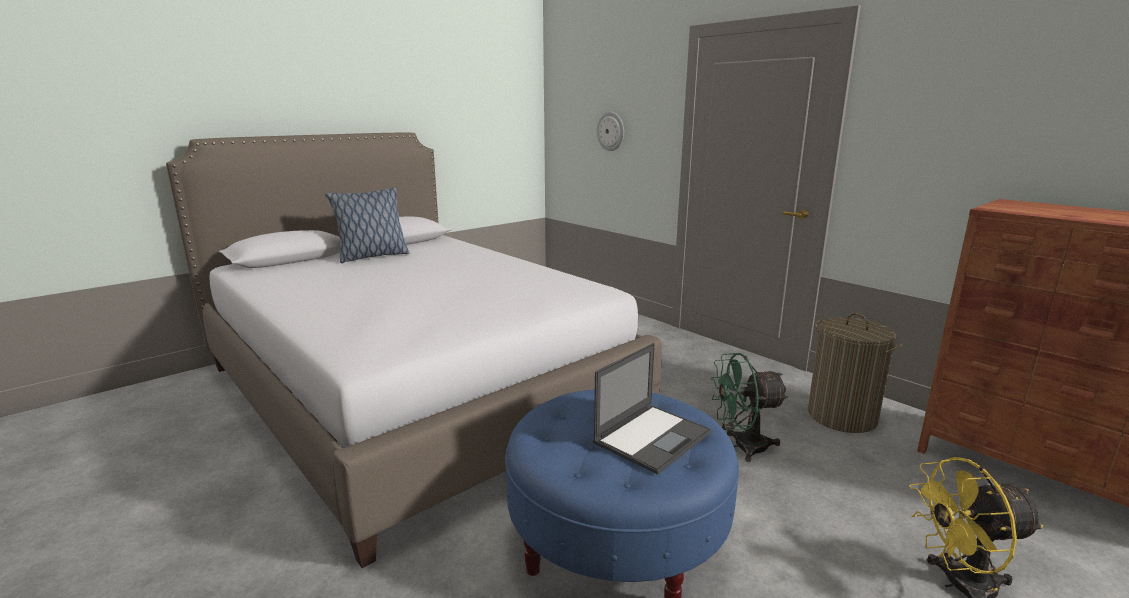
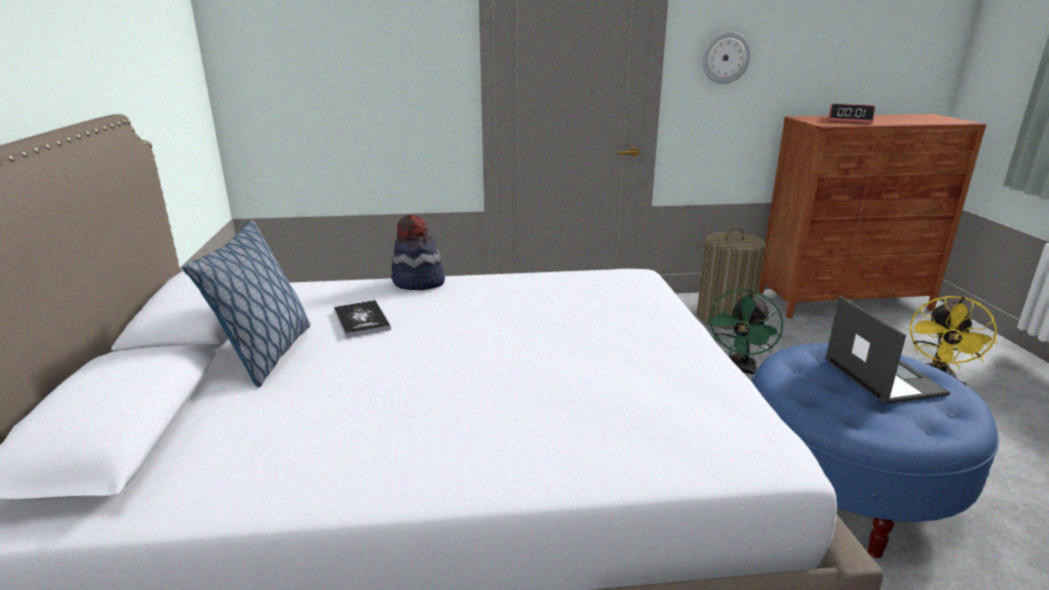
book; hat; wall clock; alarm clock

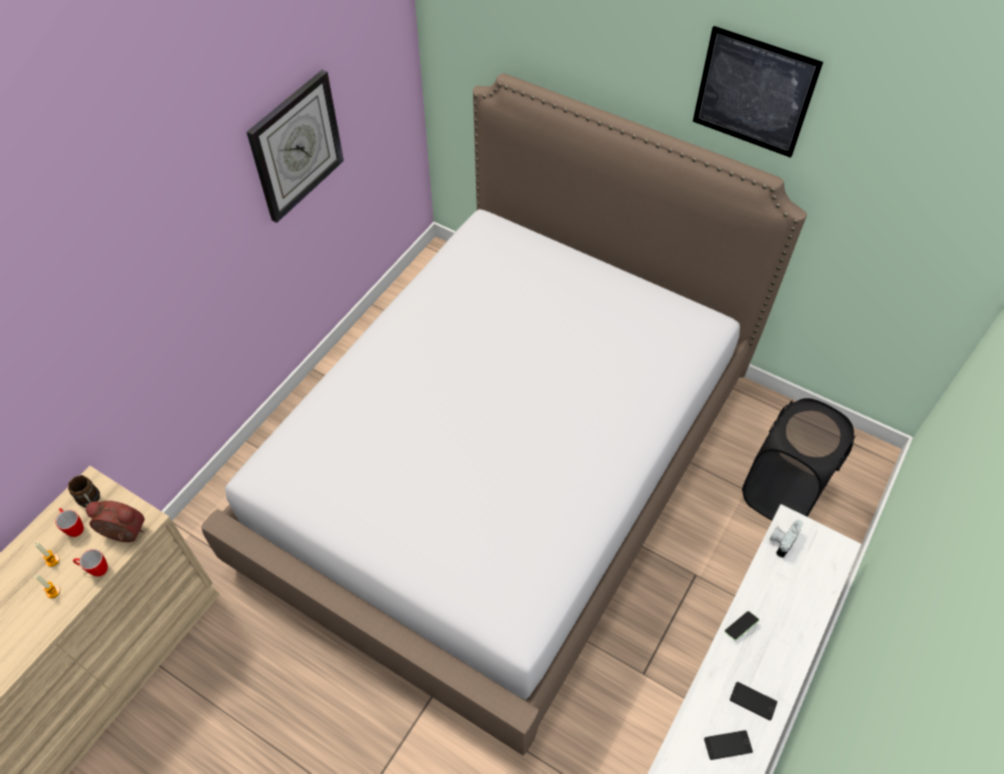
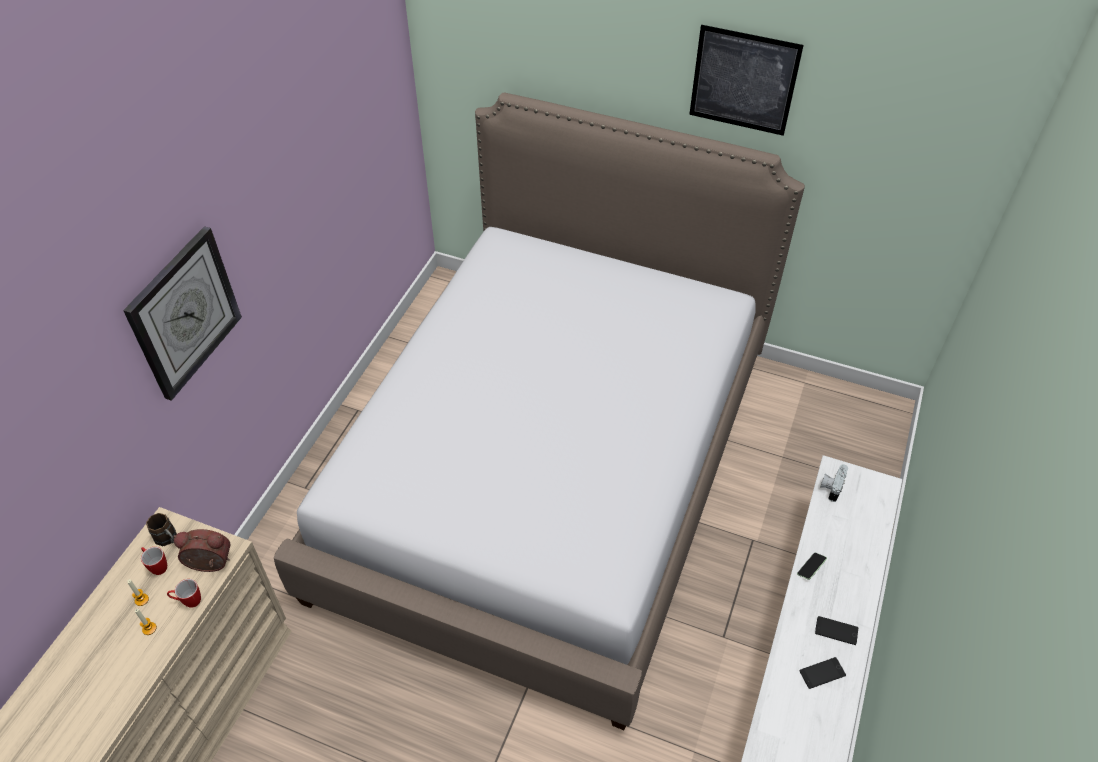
wall clock; laundry basket in black

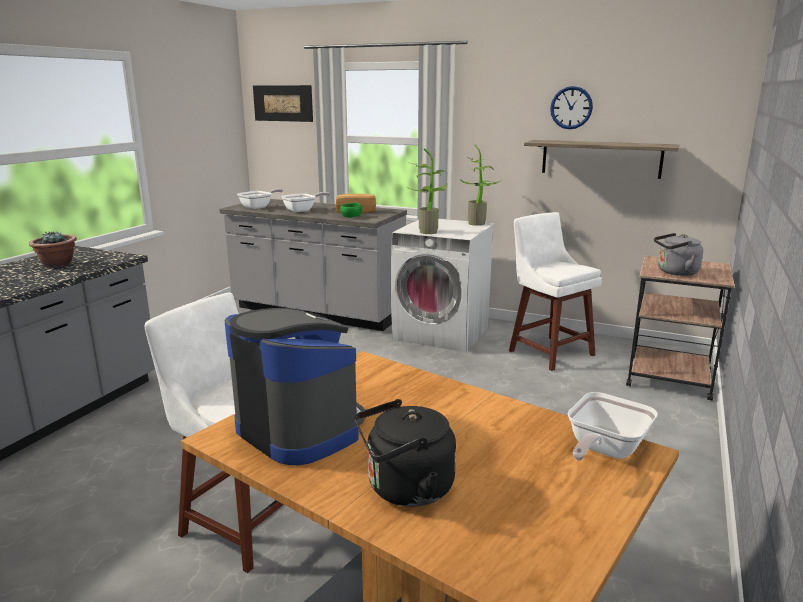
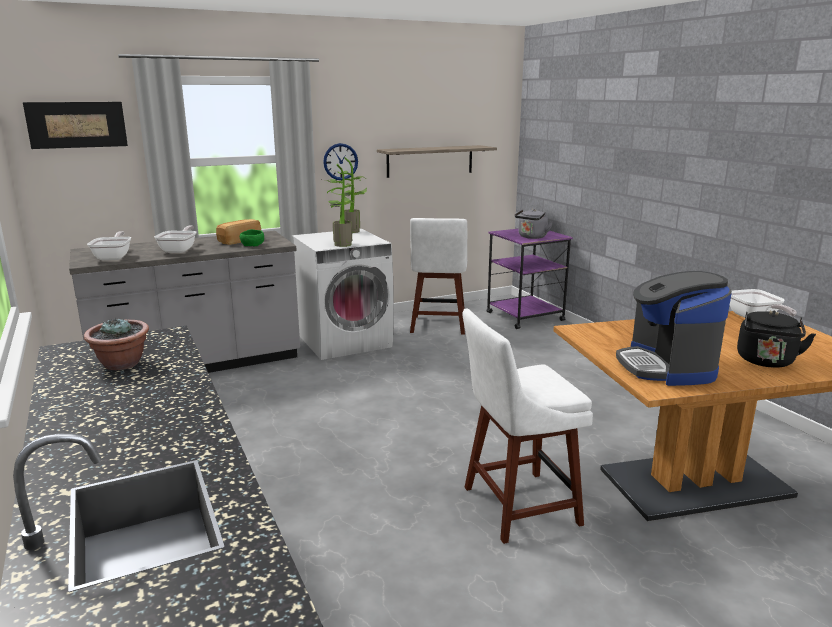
wall clock; chair in white (1st from left); cart in purple; coffee machine

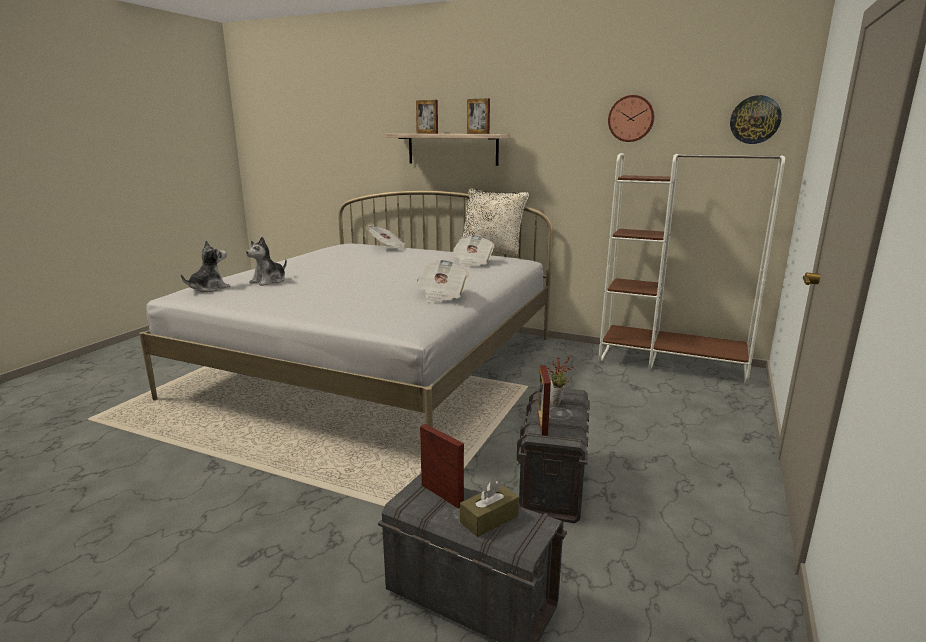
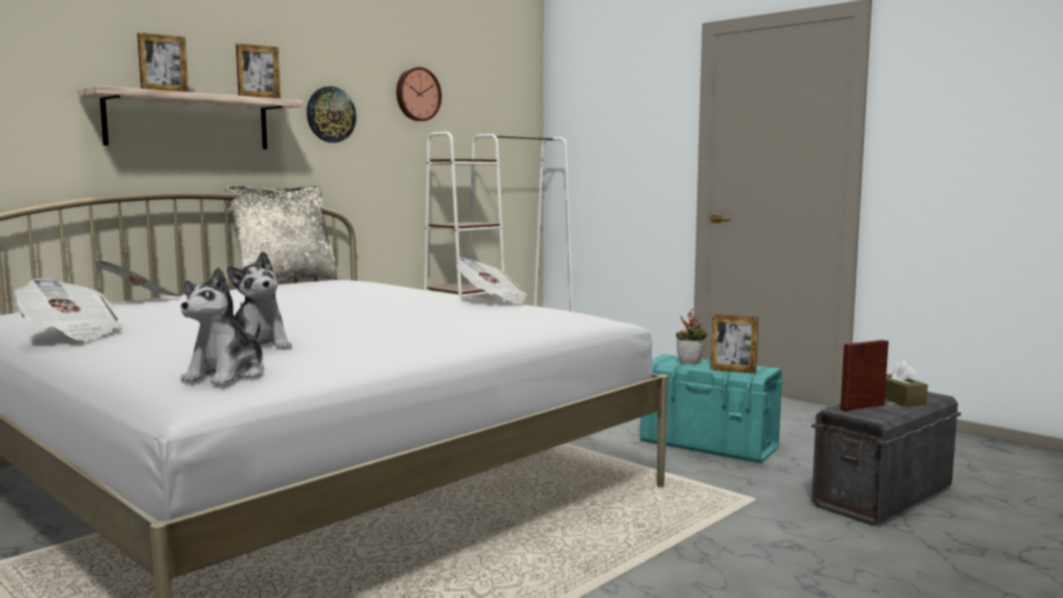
newspaper (1st from left); plush toy (1st from left); wall clock (1st from left); storage box in turquoise

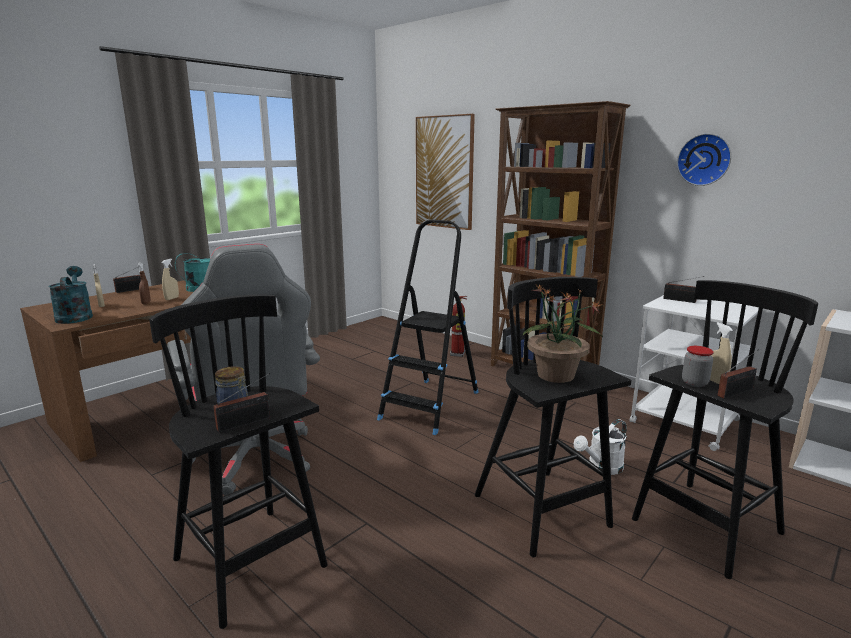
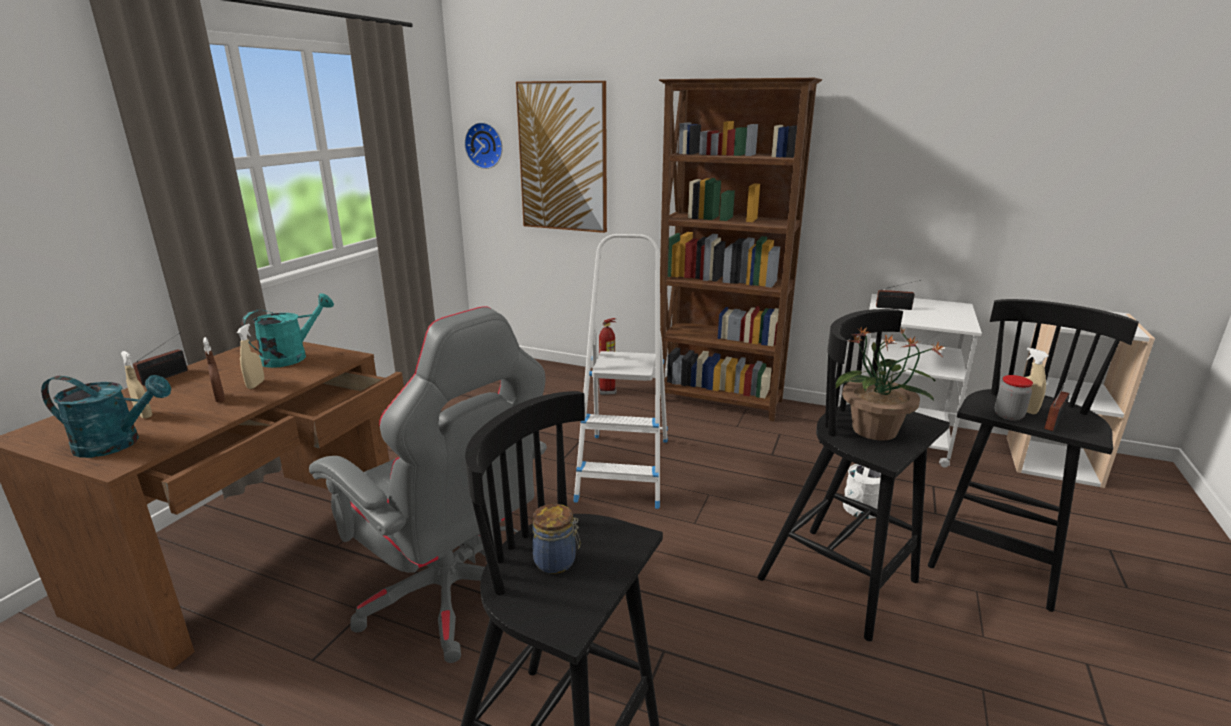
watering can in turquoise (1st from left); wall clock; step ladder in white; radio (2nd from left in the first image)

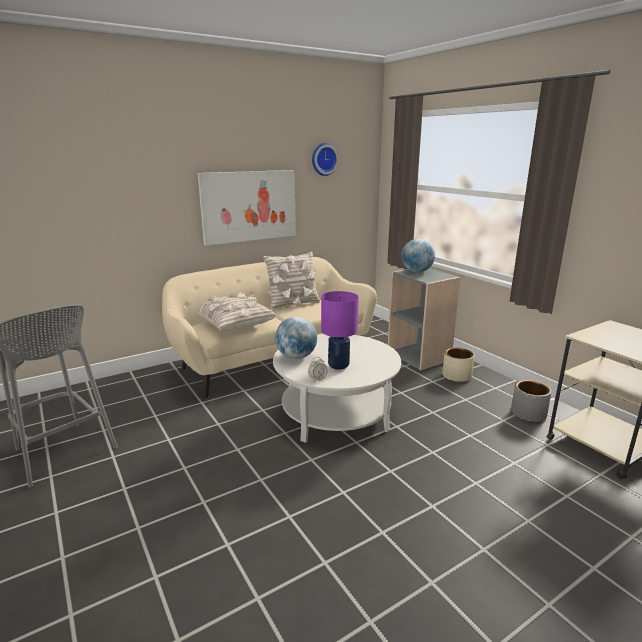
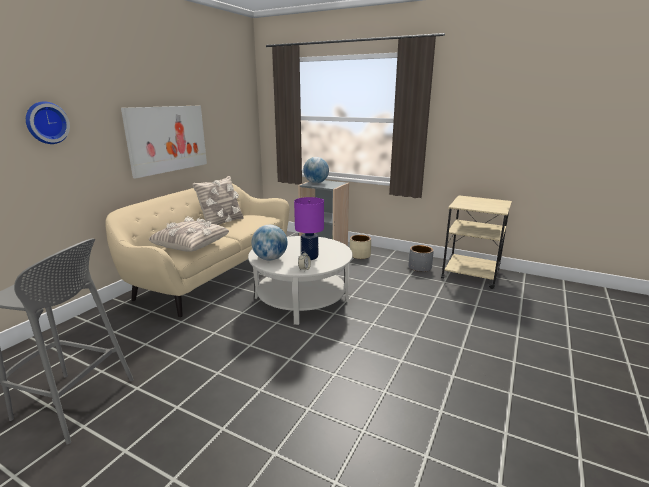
wall clock

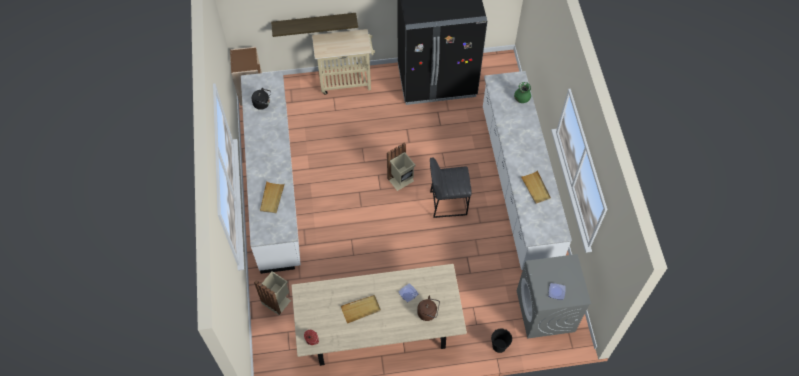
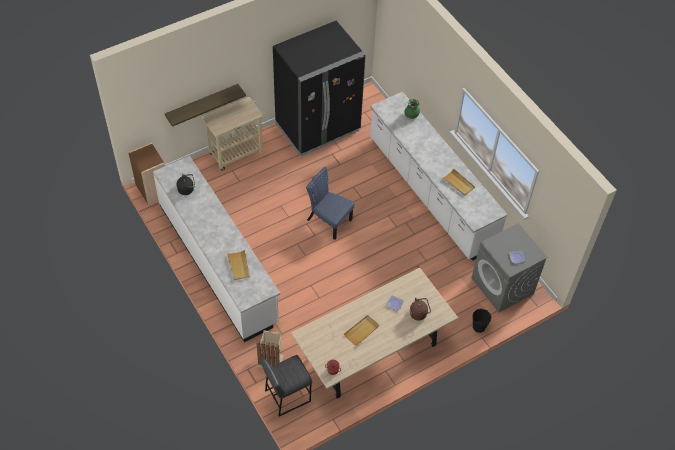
stool in grey; chair in blue

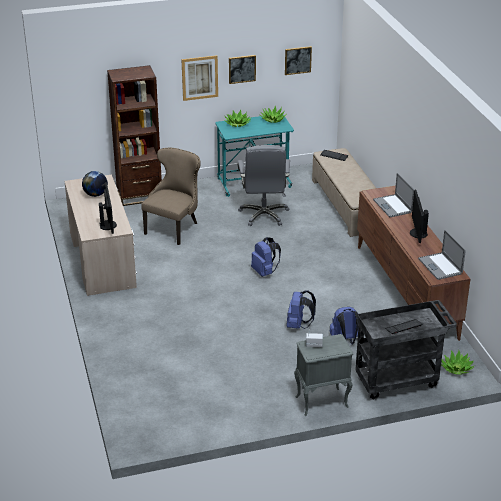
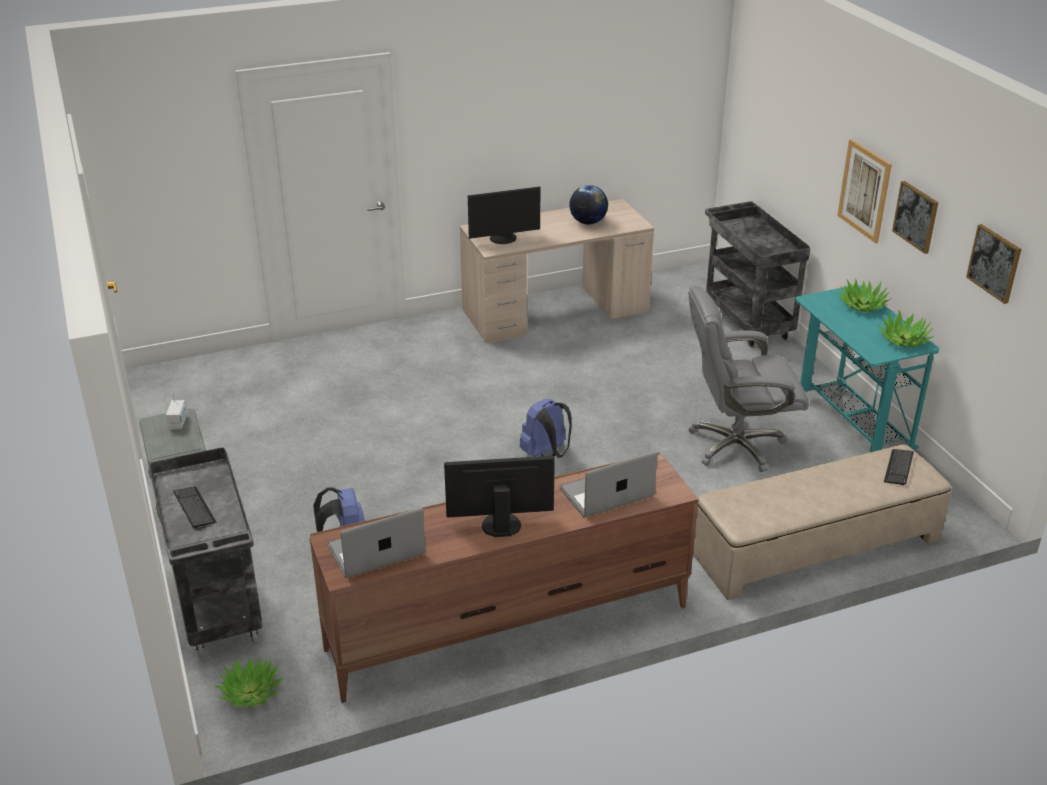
cart in black (2nd from left); chair in beige; backpack in blue (2nd from left in the first image)

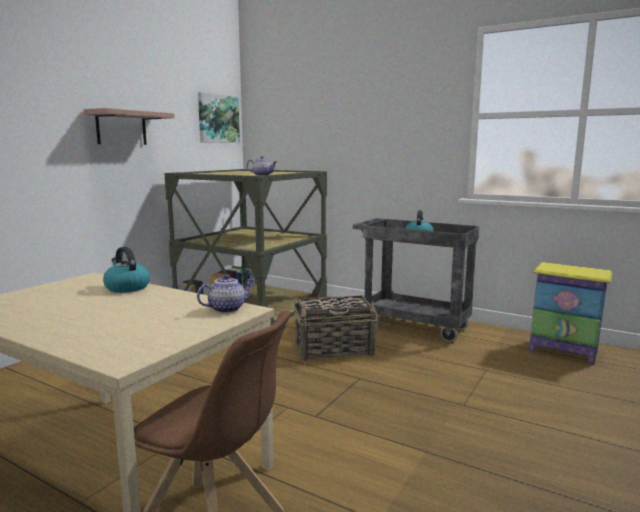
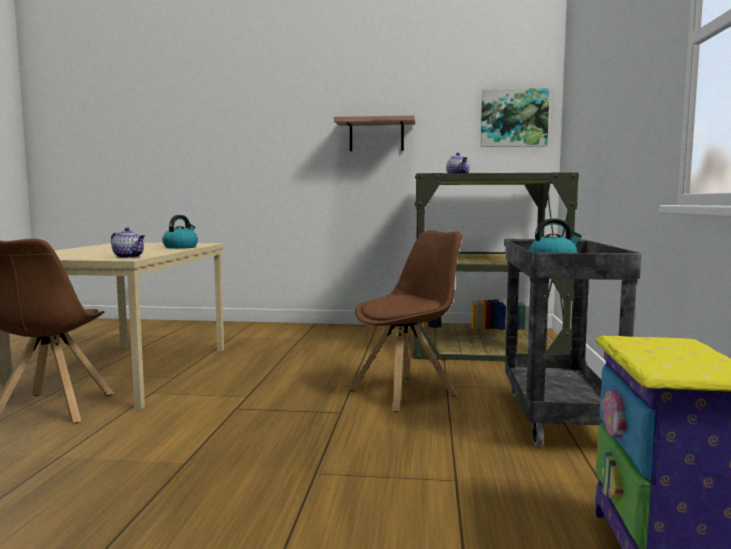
chair in brown (2nd from left)

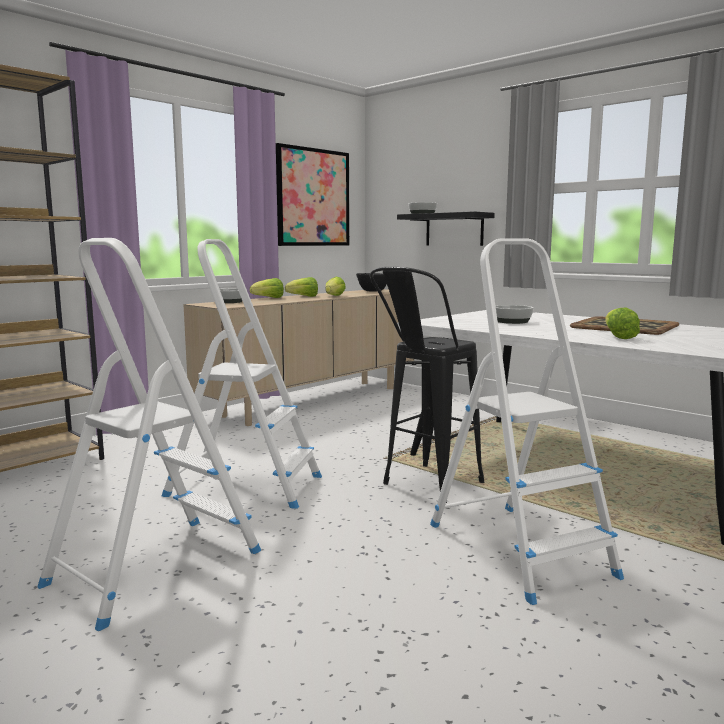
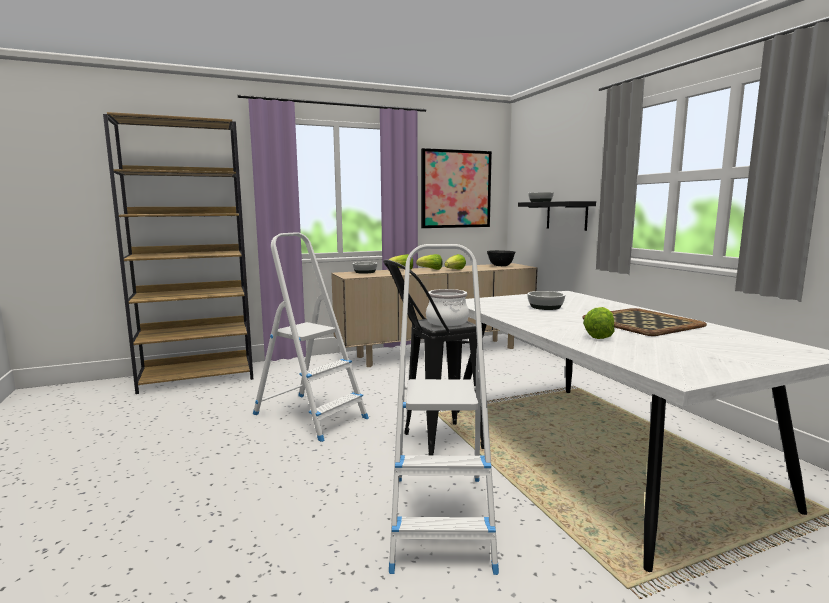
cooking pot; step ladder in white (1st from left in the first image)

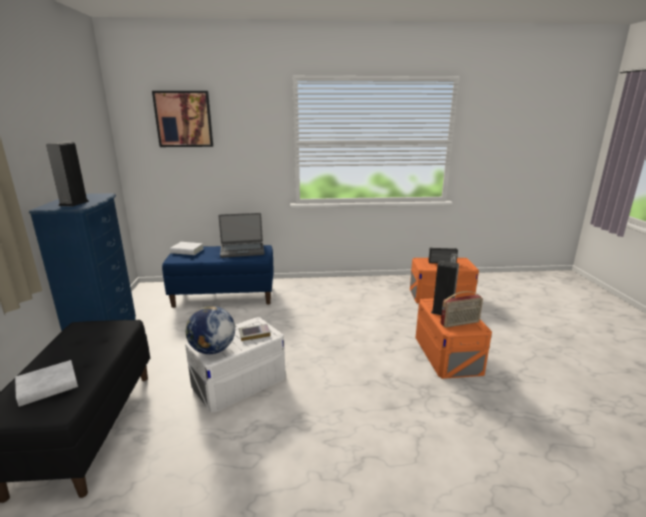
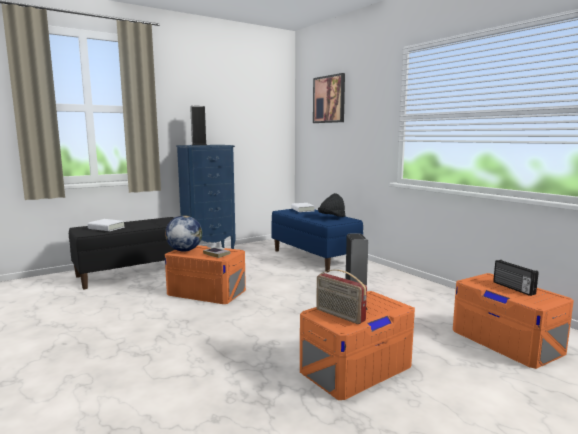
storage box in orange (1st from left); hat in black

